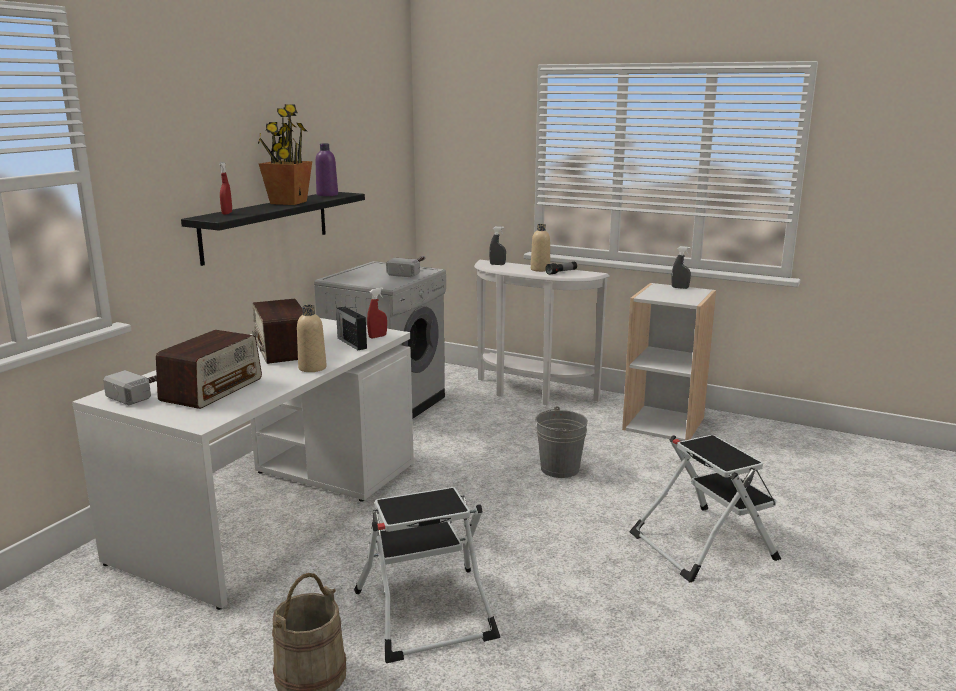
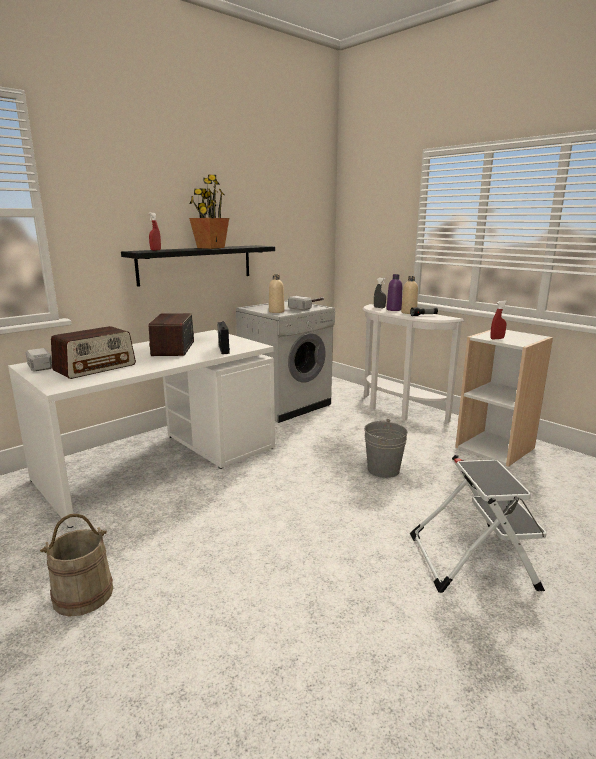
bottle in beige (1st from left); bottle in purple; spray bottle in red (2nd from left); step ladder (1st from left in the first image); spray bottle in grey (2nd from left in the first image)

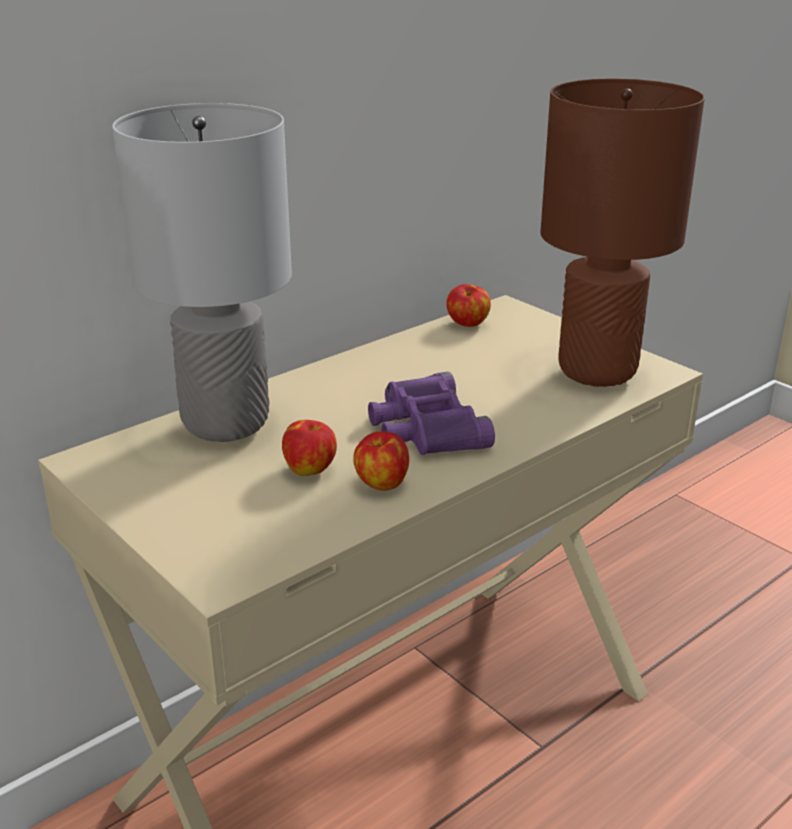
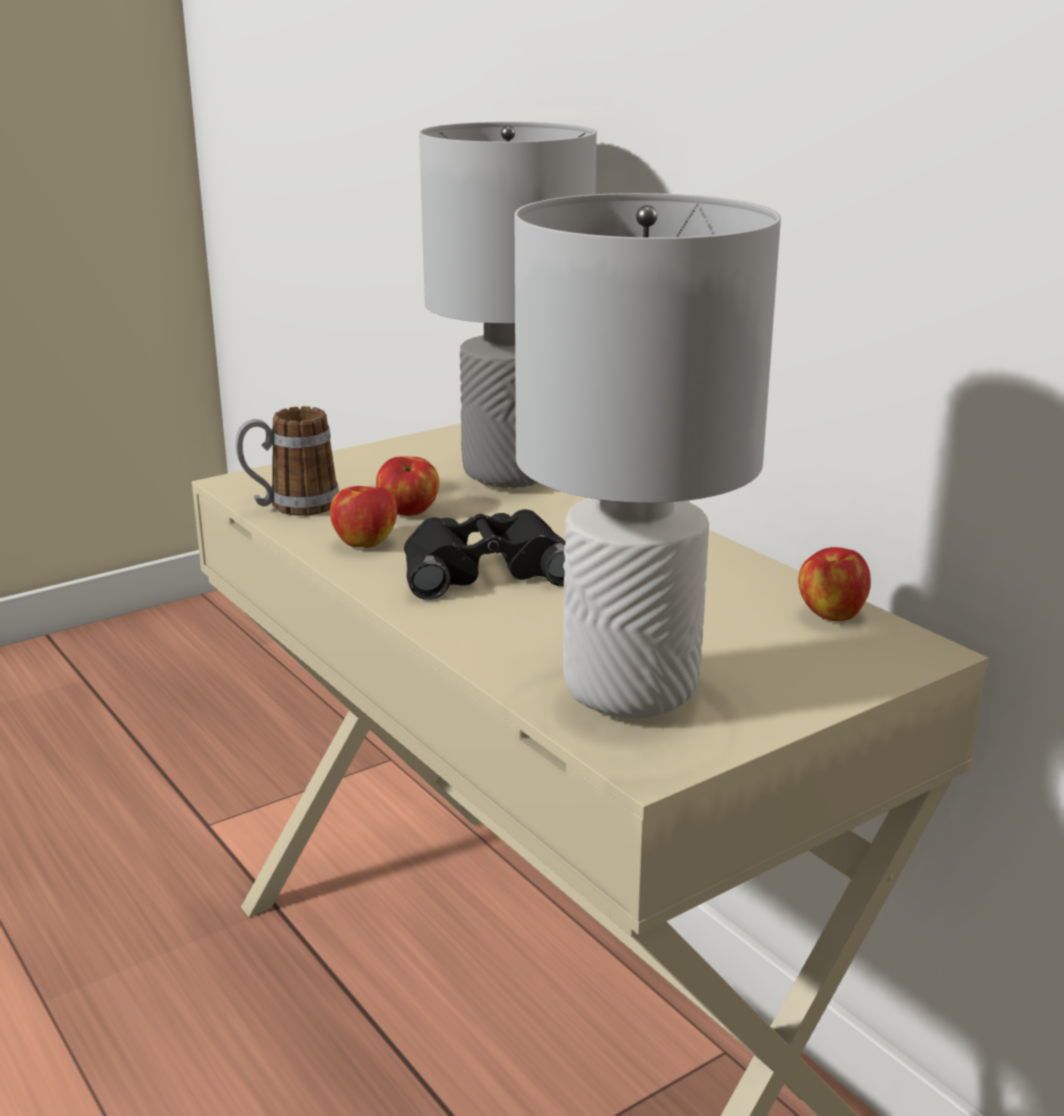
mug; binoculars in black; table lamp in grey (2nd from left)

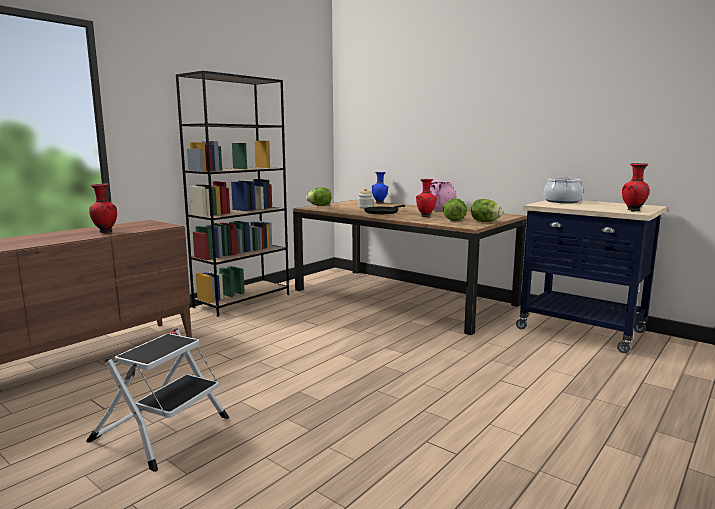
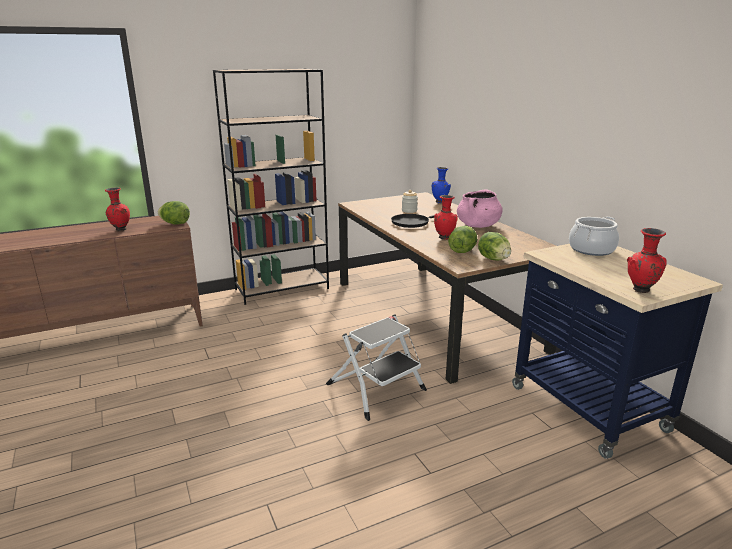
lettuce (1st from left); step ladder

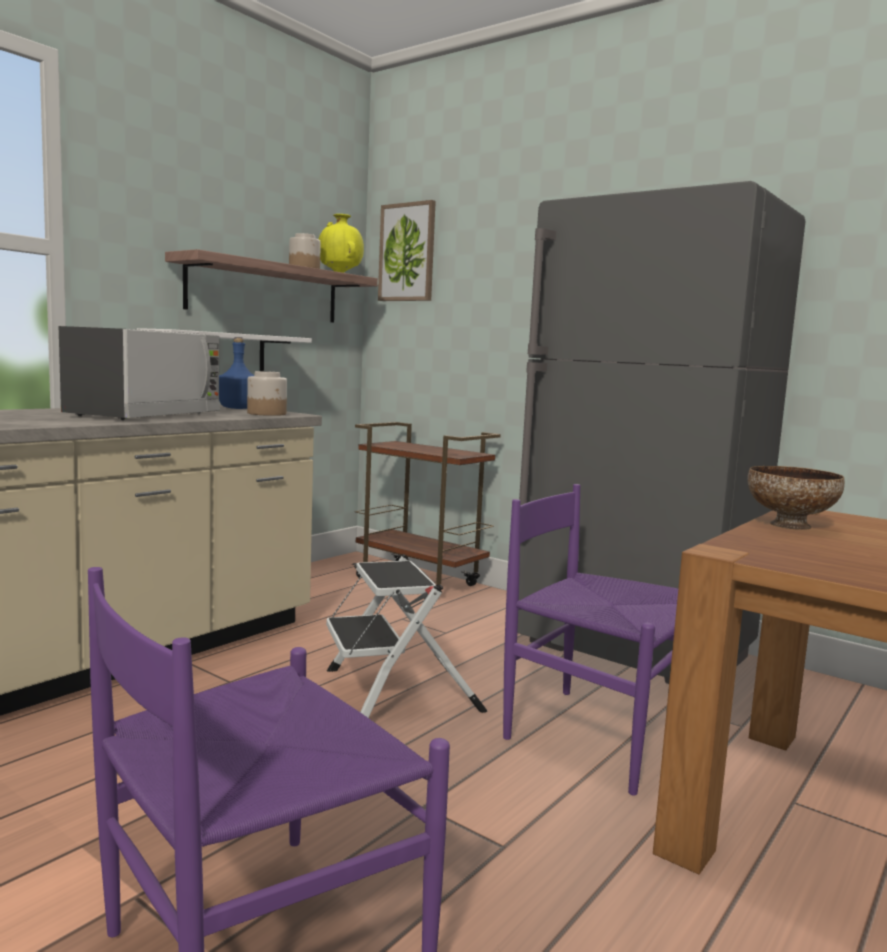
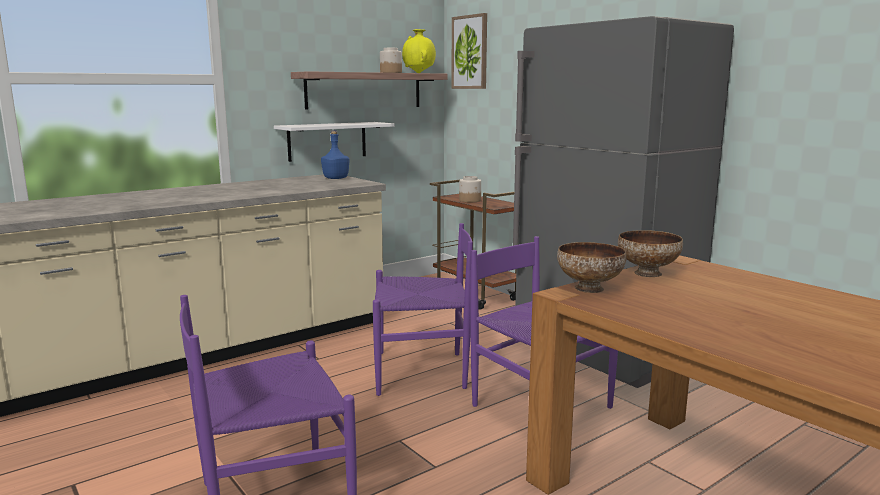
chair in purple (2nd from left); jar (2nd from left); bowl (1st from left); microwave

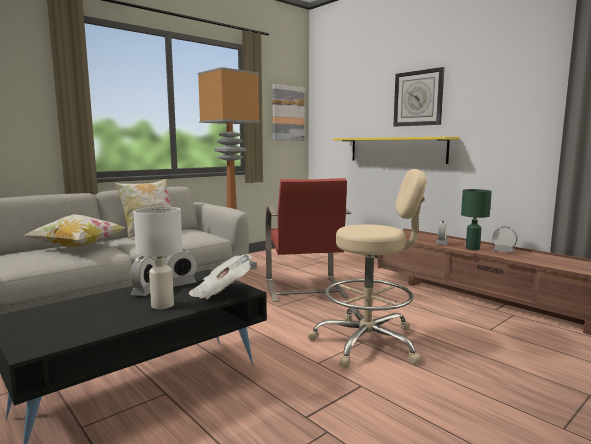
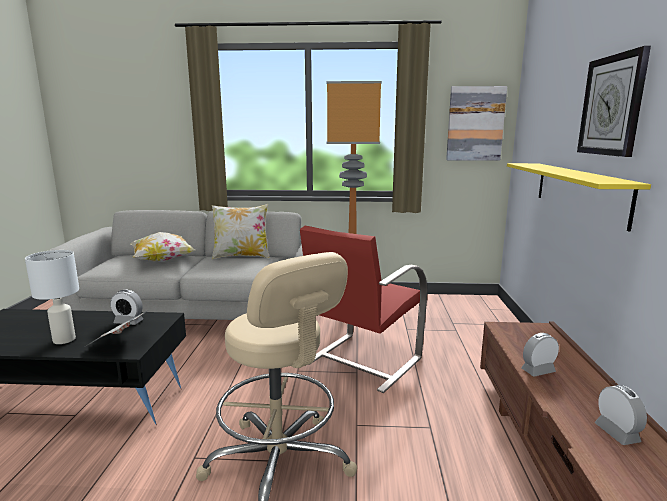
alarm clock (1st from left in the first image); table lamp in green

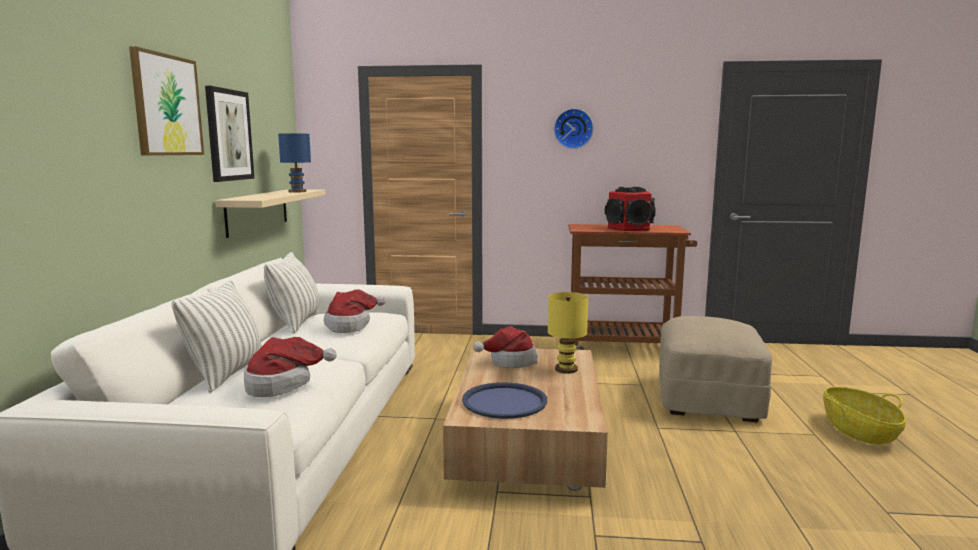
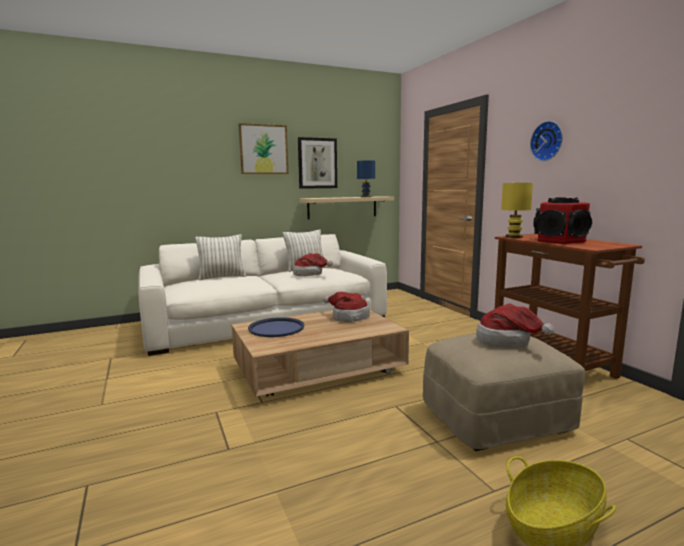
hat (3rd from left); table lamp in yellow

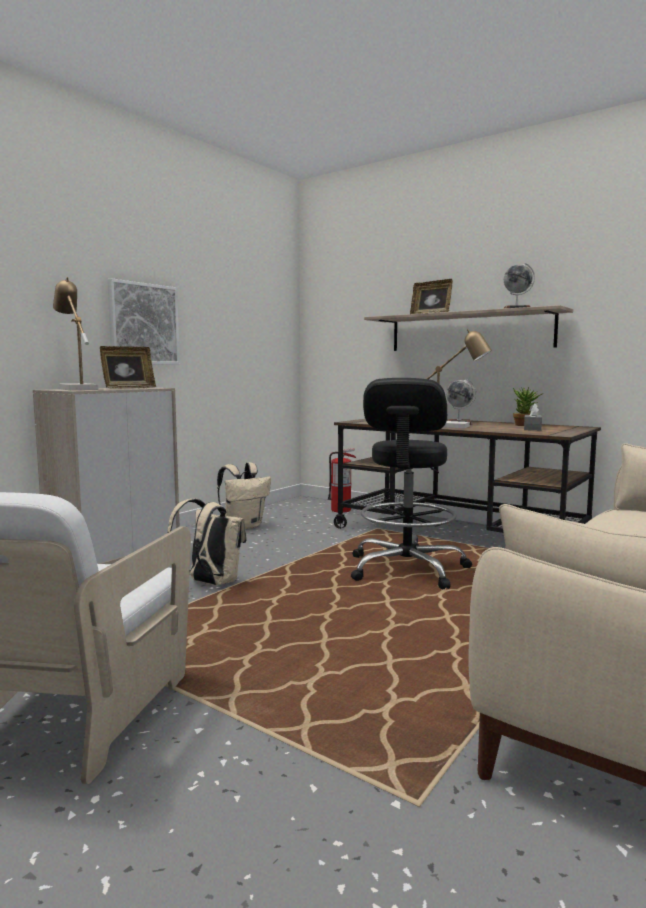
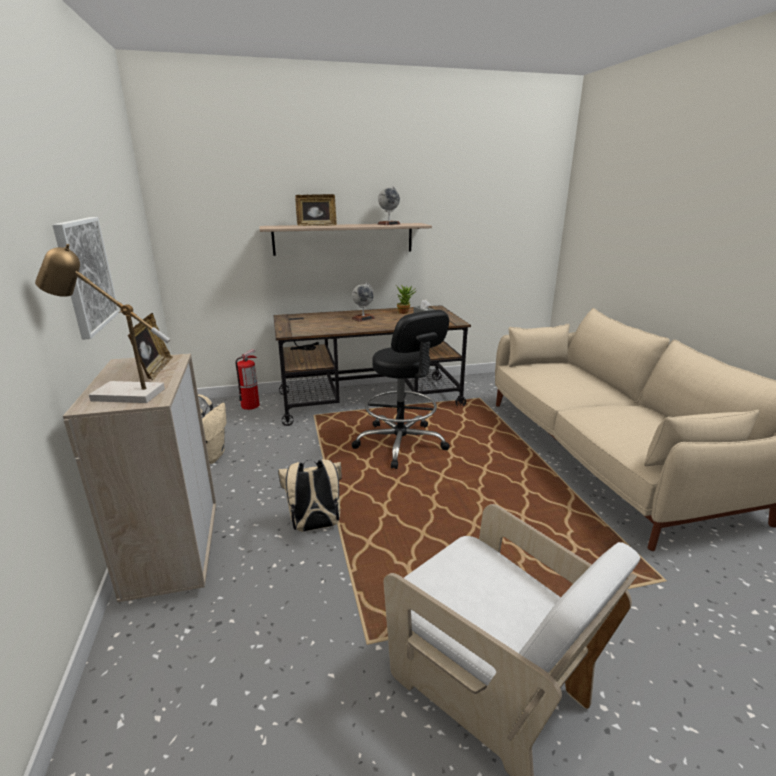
table lamp (2nd from left in the first image)

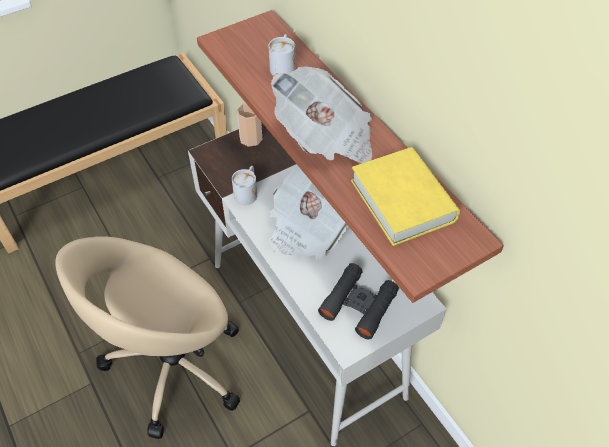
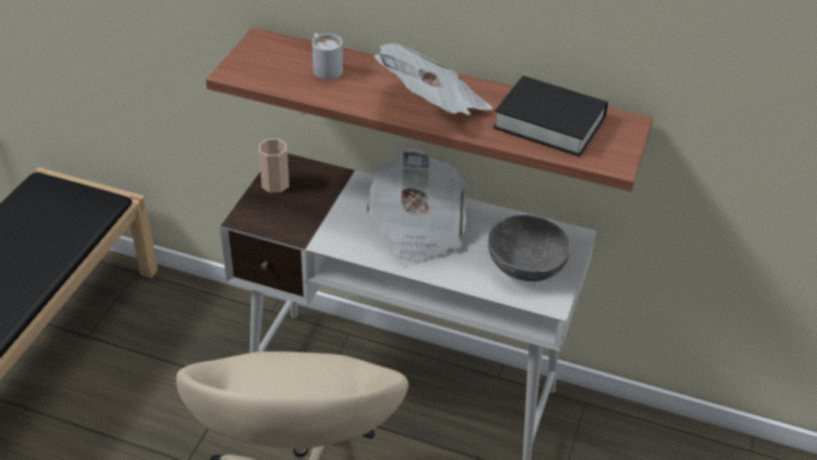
bowl in grey; book in black; mug in white (1st from left in the first image)

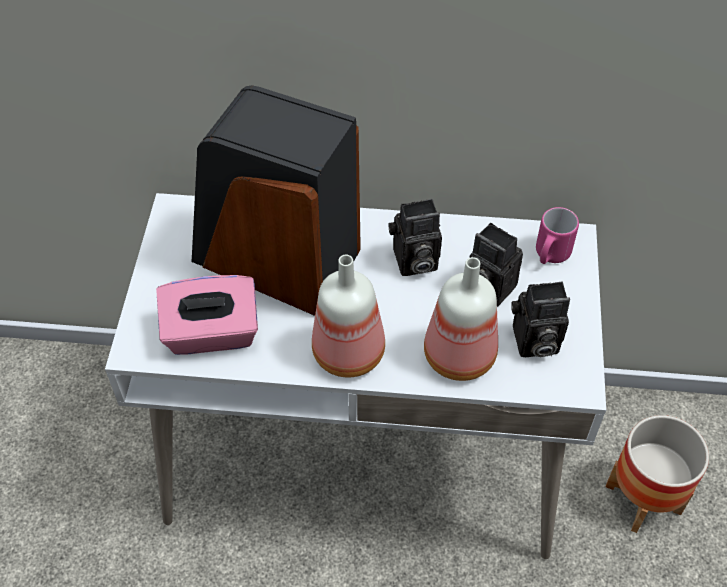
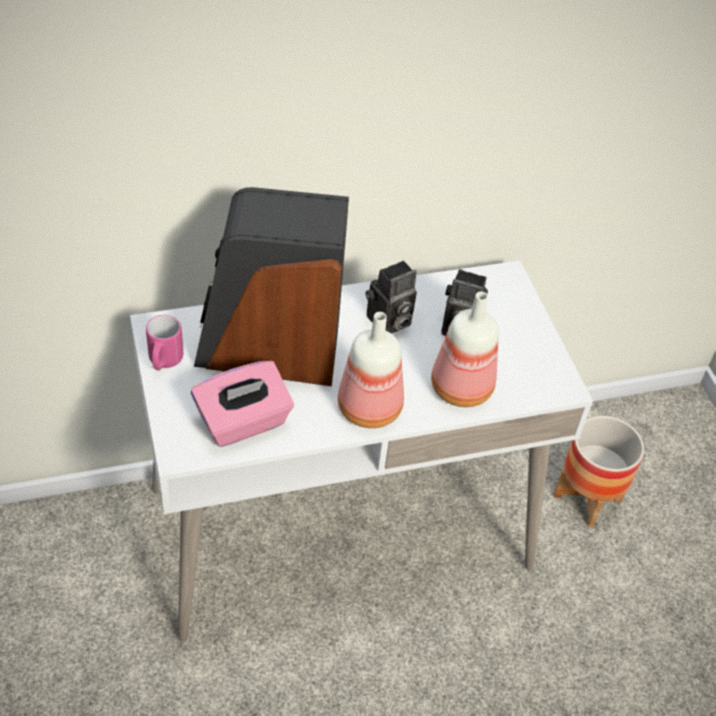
mug in pink; photo camera (3rd from left in the first image)

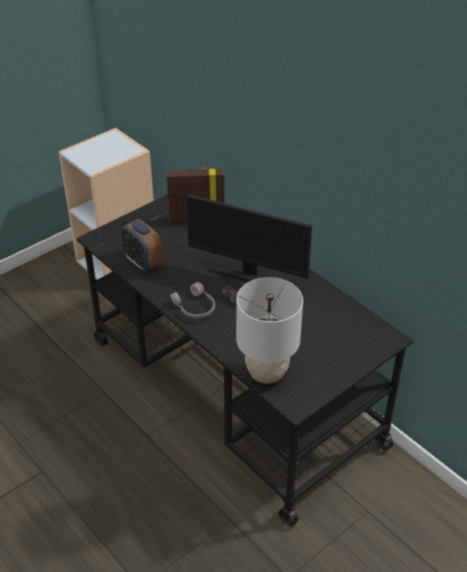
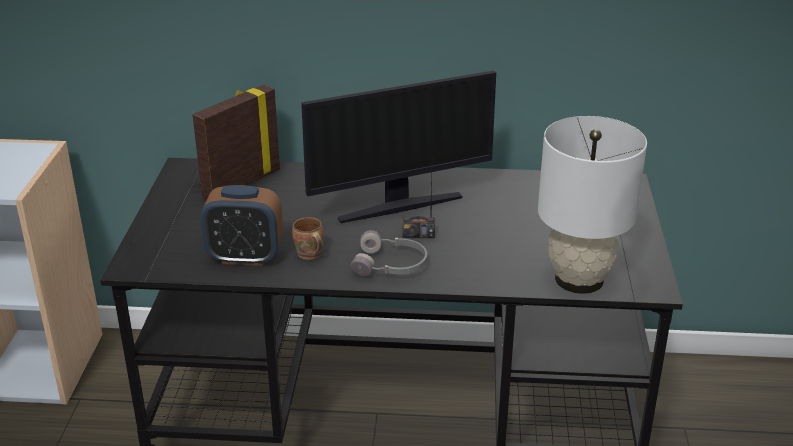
mug in brown

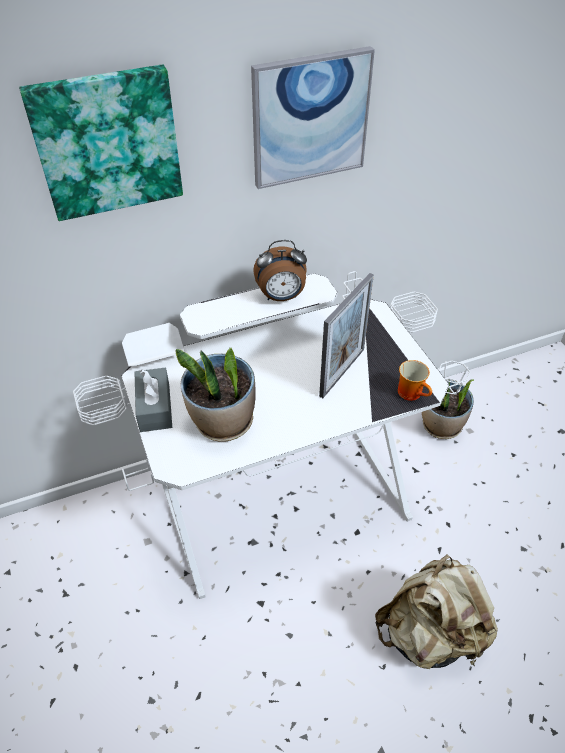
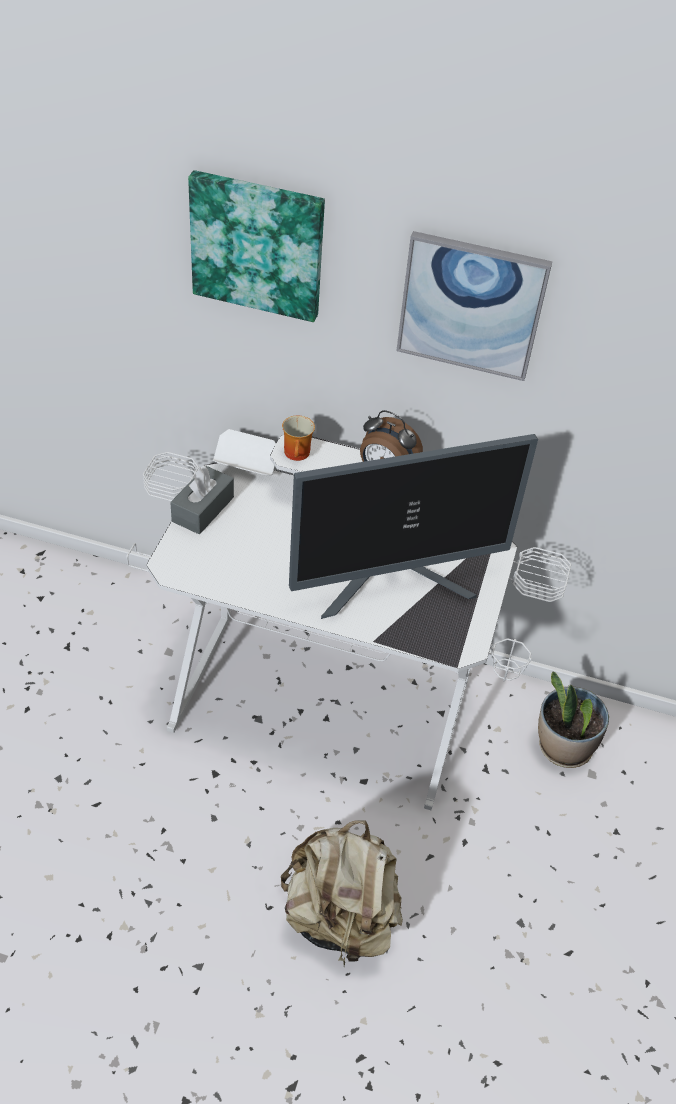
mug; monitor; potted plant (1st from left in the first image)

